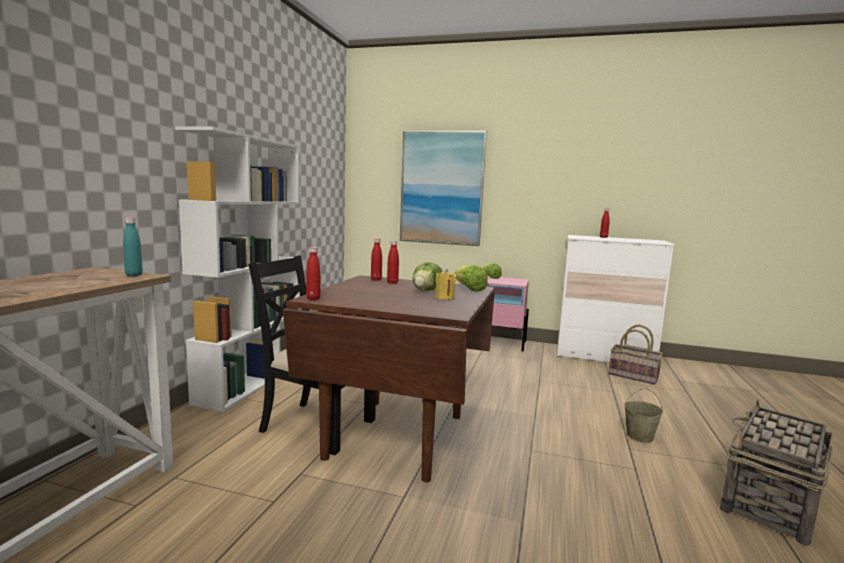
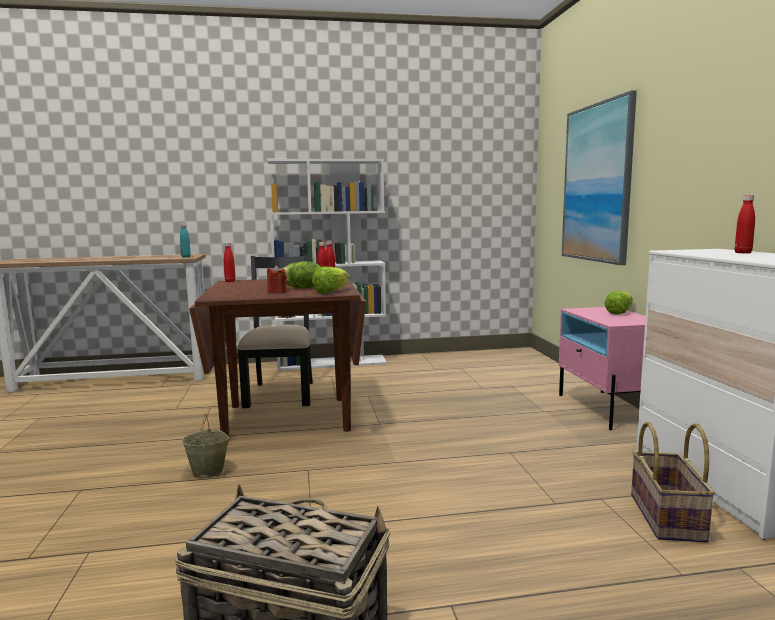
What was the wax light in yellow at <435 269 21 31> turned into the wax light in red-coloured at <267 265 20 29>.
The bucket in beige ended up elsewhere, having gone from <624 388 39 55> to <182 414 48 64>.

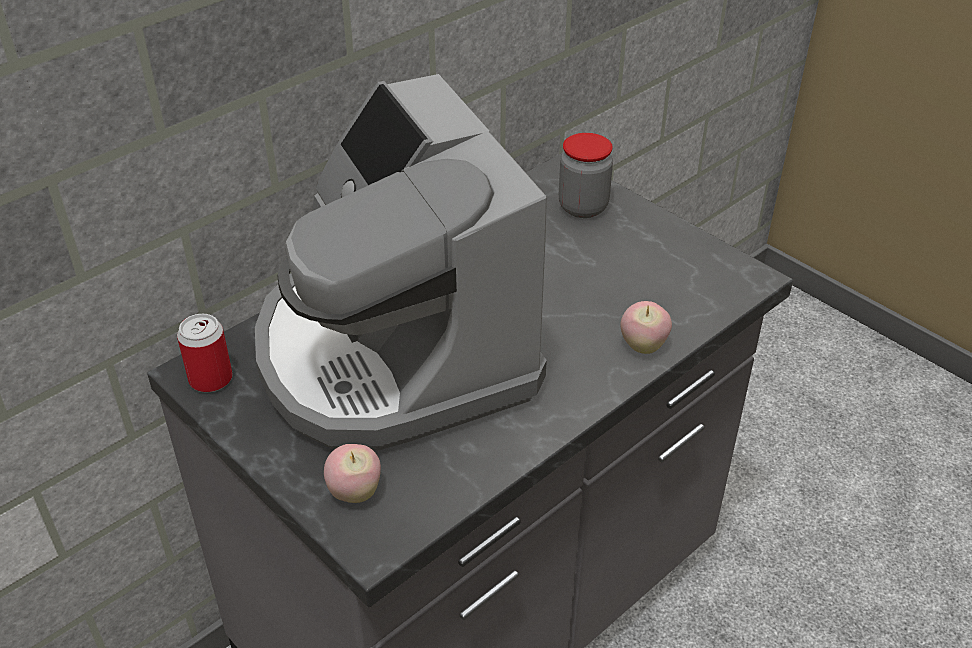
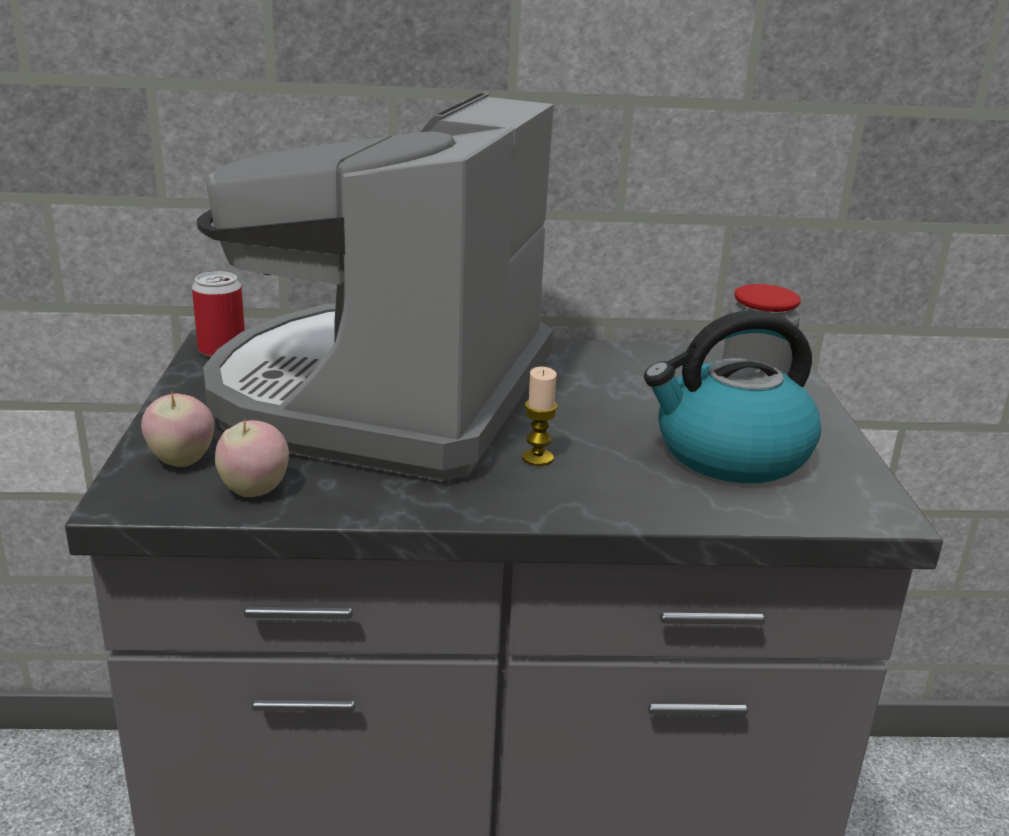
The apple ended up elsewhere, having gone from <620 301 52 53> to <215 419 74 78>.
The second view gained the wax light at <522 367 36 99>.
The second view gained the water kettle at <644 310 177 173>.

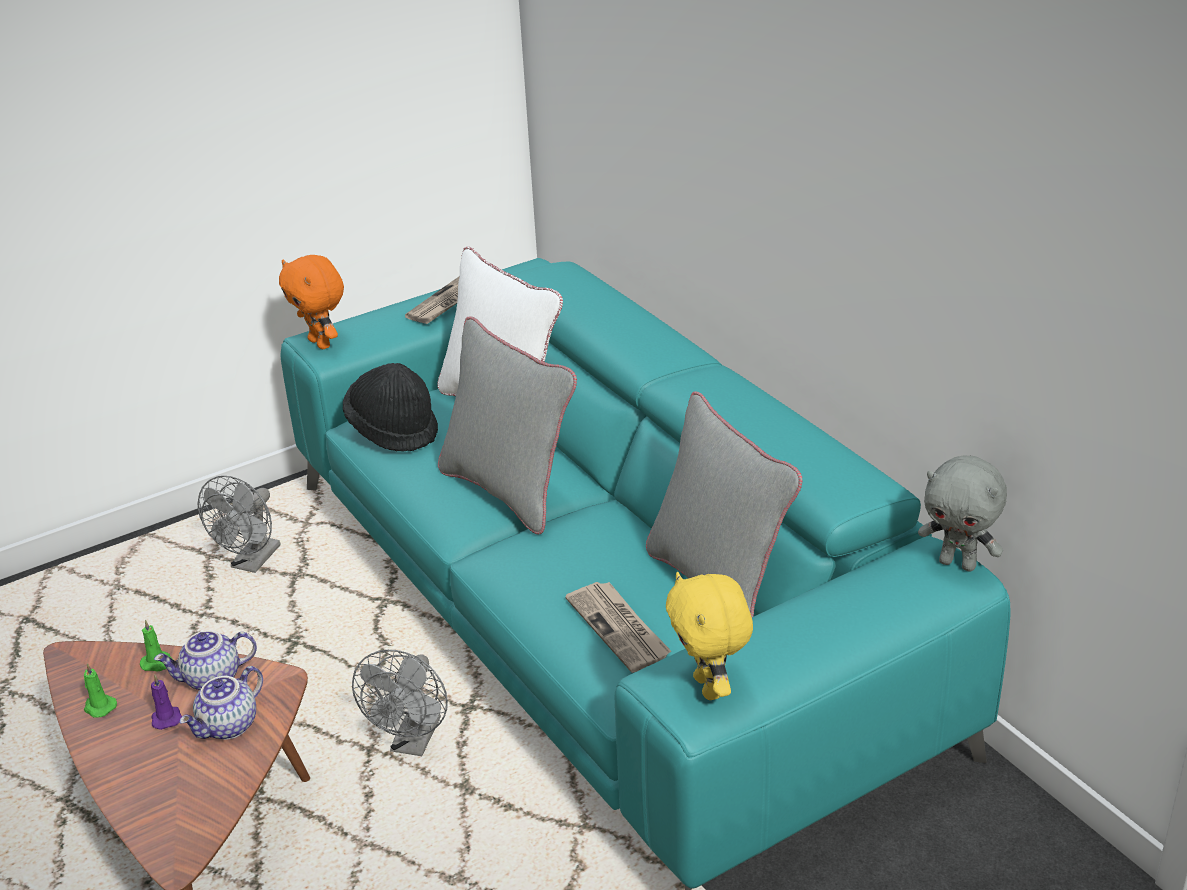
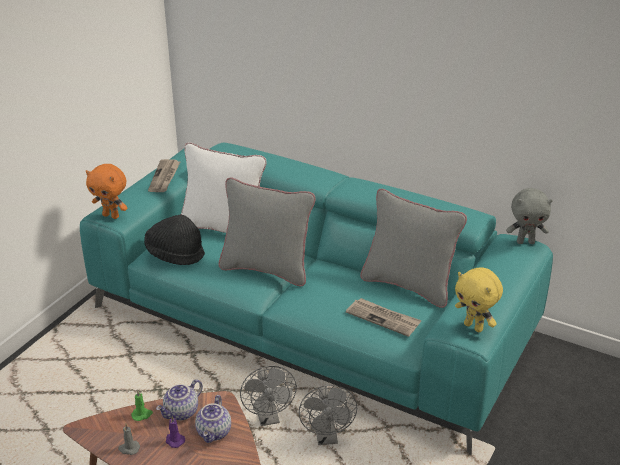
What was the wax light in green-coloured at <84 663 33 55> turned into the wax light in gray at <118 424 22 31>.
The cooling fan in gray ended up elsewhere, having gone from <198 476 83 97> to <299 385 58 60>.

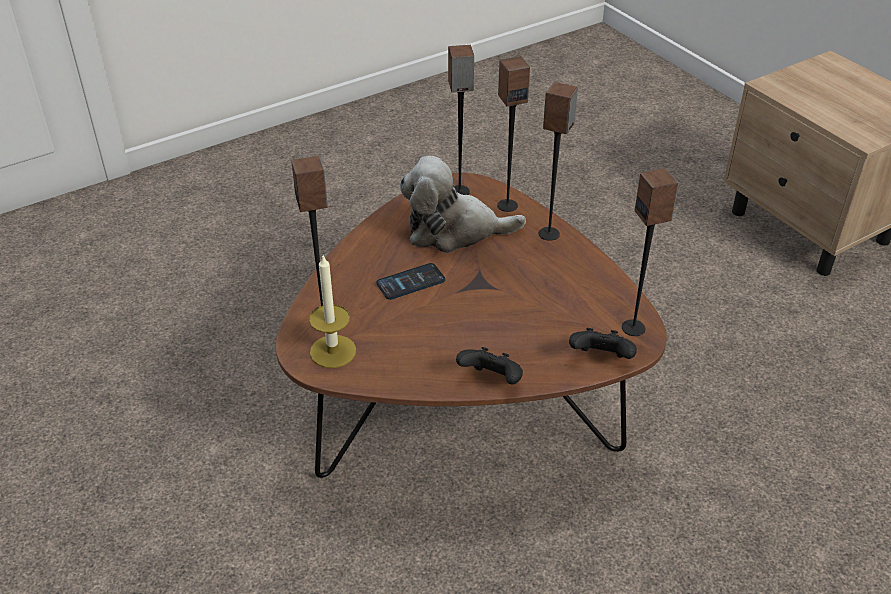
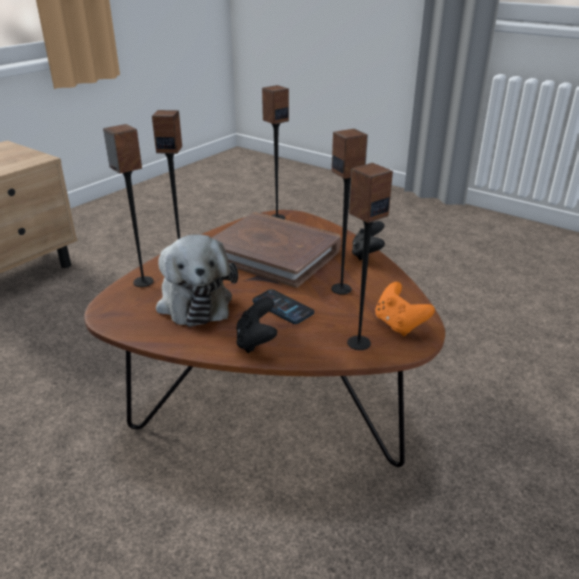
Where the wax light stood at <309 256 47 112>, the game controller in orange-coloured came to stand at <375 282 60 54>.
The audio speaker ended up elsewhere, having gone from <448 45 26 150> to <331 129 37 166>.
The game controller in black ended up elsewhere, having gone from <569 328 68 31> to <236 297 41 56>.
The second view gained the book in brown-coloured at <212 212 129 76>.

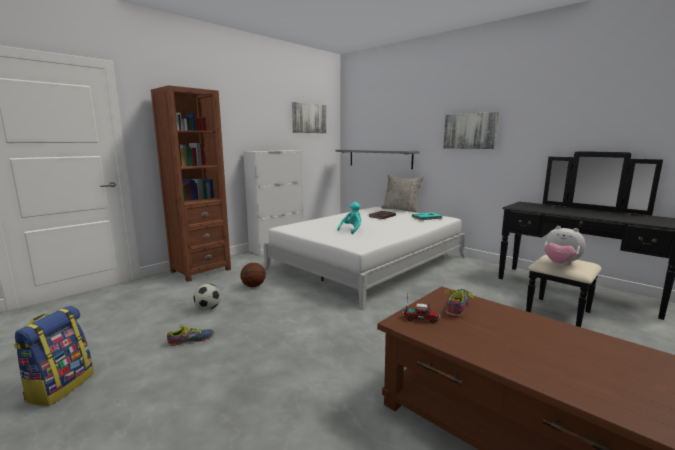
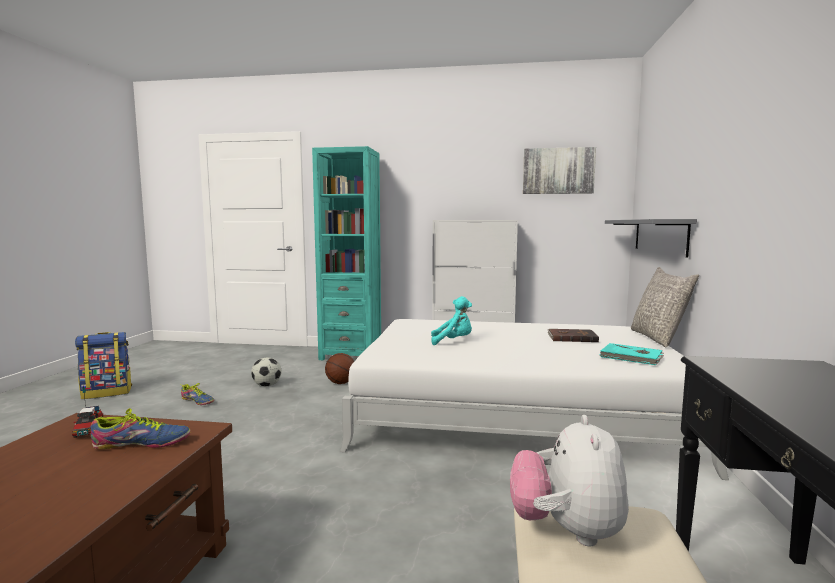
What was the shelving unit in brown-coloured at <151 85 80 197> turned into the shelving unit in blue-green at <312 146 69 214>.
The second view lost the picture at <443 112 56 37>.

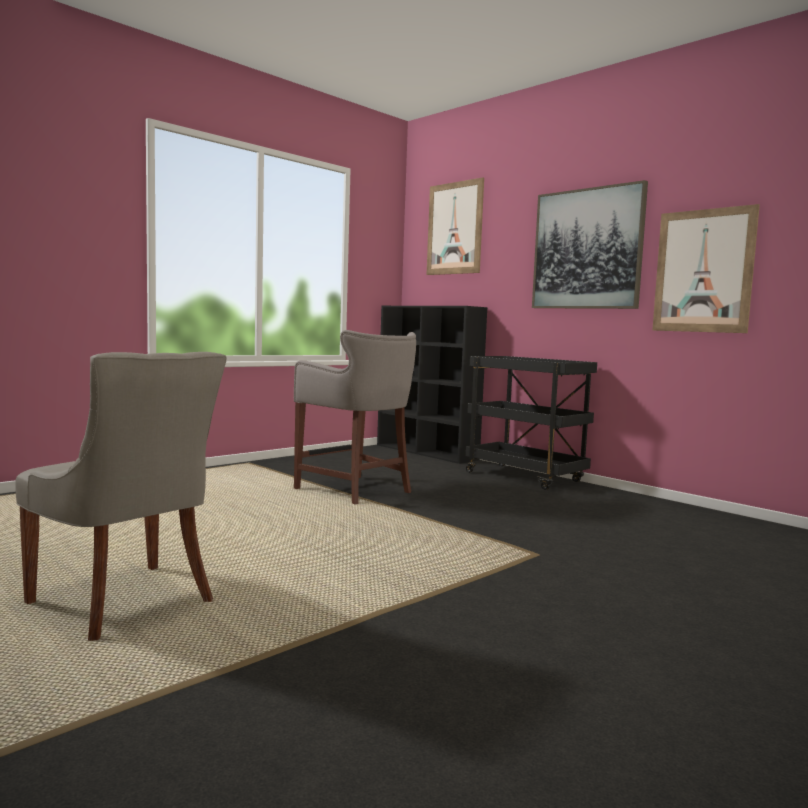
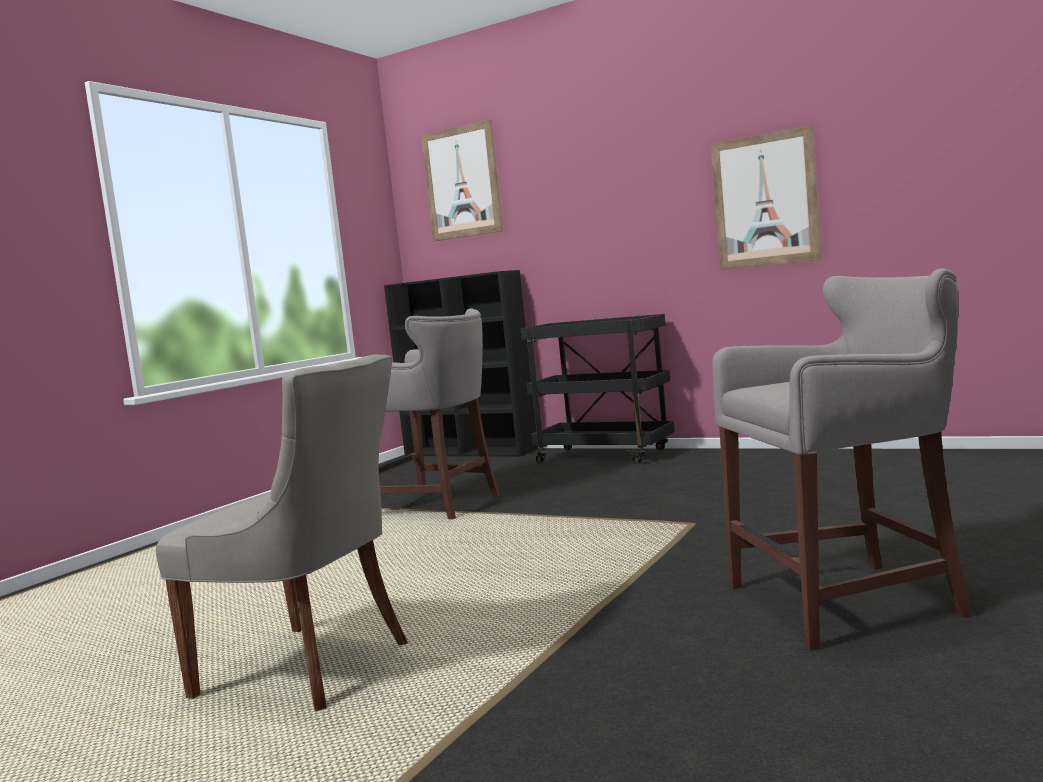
The second view lost the picture at <532 180 116 129>.
The second view gained the sitting stool in gray at <712 269 261 381>.

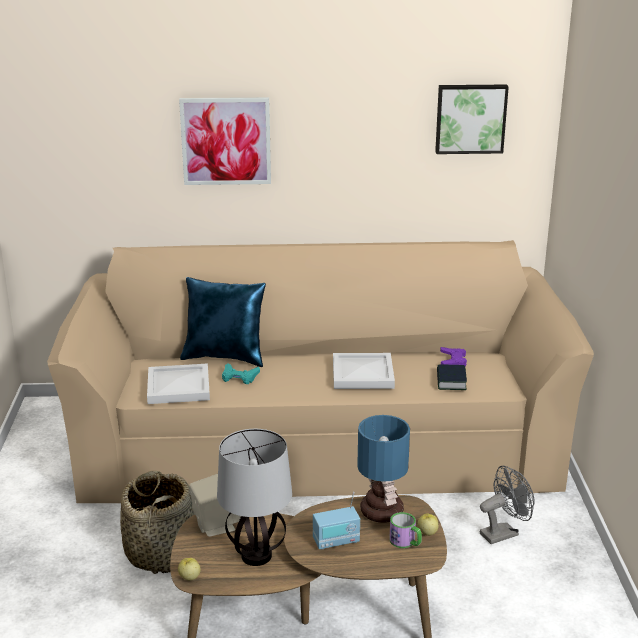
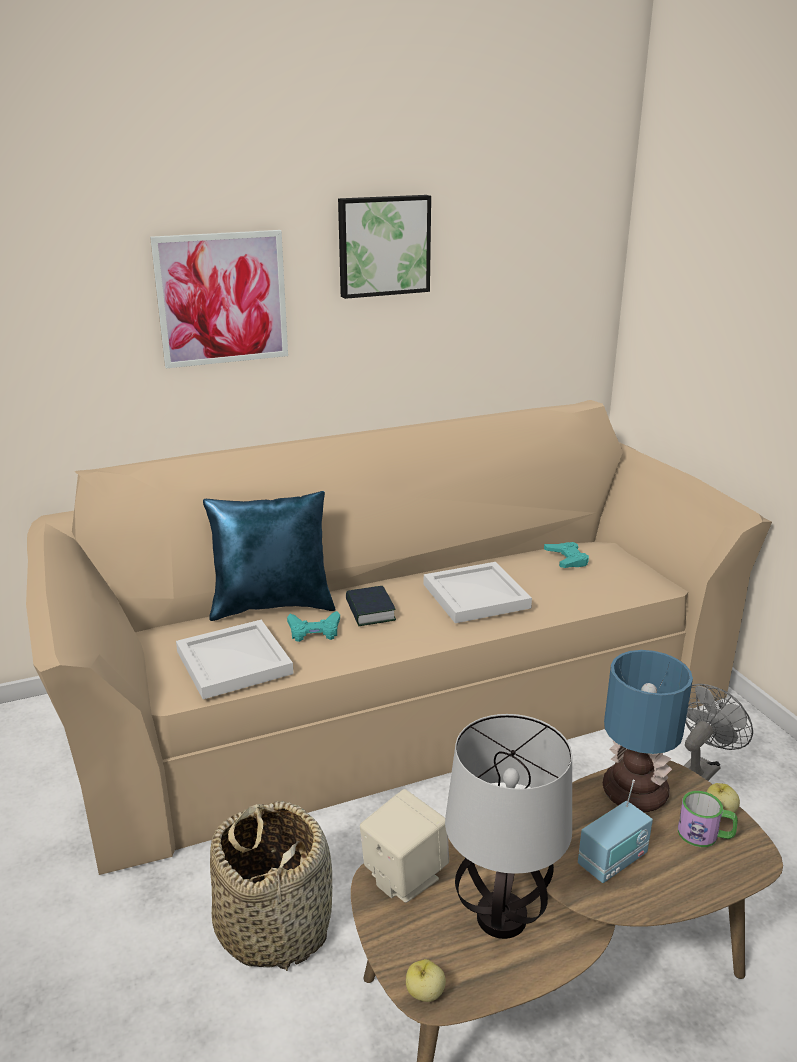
The picture ended up elsewhere, having gone from <435 85 74 69> to <338 195 93 104>.
The book ended up elsewhere, having gone from <437 364 30 26> to <346 586 50 40>.
What was the game controller in purple-coloured at <440 347 27 19> turned into the game controller in blue-green at <544 542 45 26>.

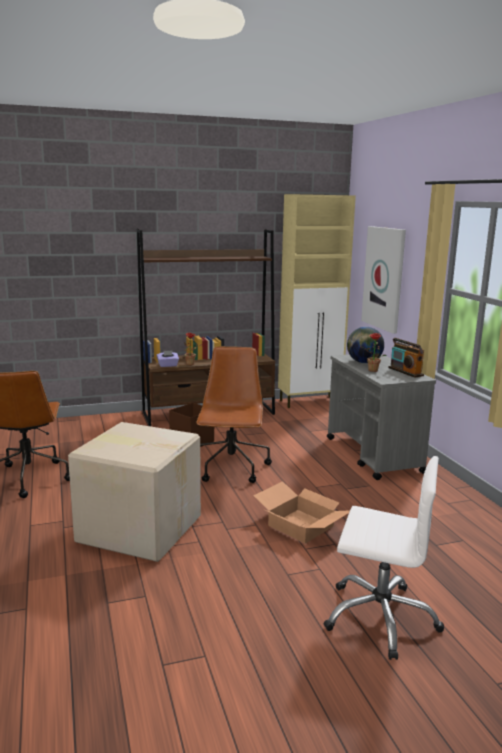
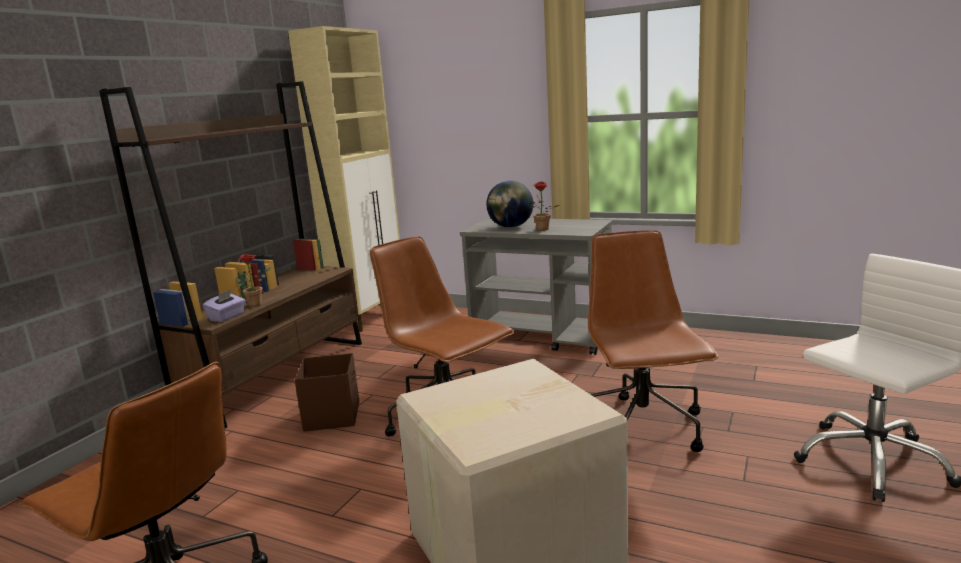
Where the cardboard box stood at <253 481 97 63>, the desk chair in brown-coloured came to stand at <588 230 130 222>.
The second view lost the picture at <361 226 45 108>.
The second view lost the radio at <388 338 36 39>.

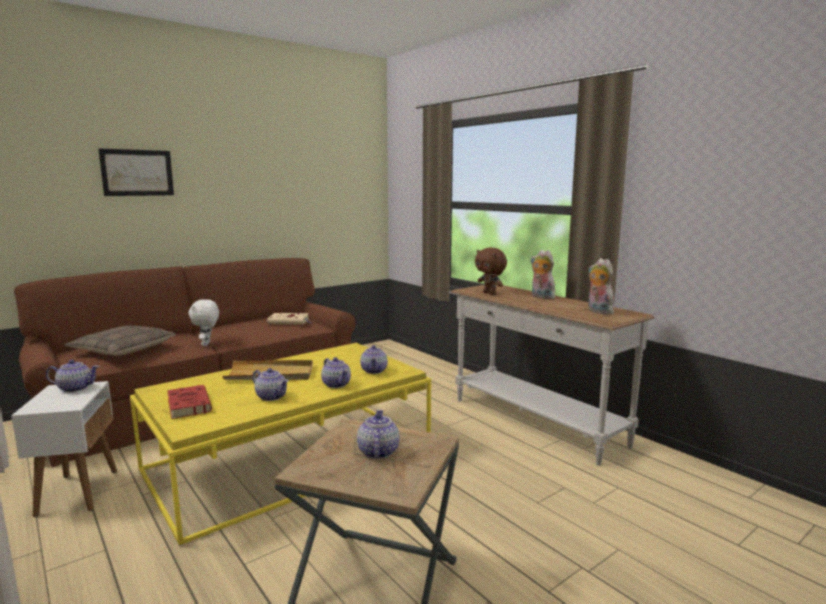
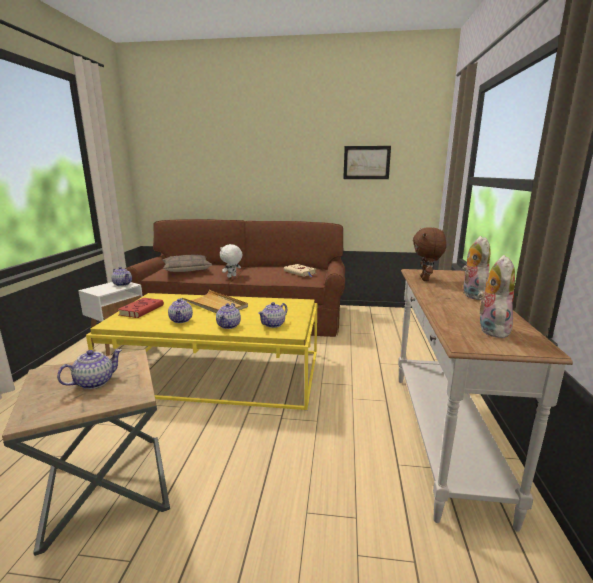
The picture ended up elsewhere, having gone from <98 149 76 47> to <343 146 48 33>.

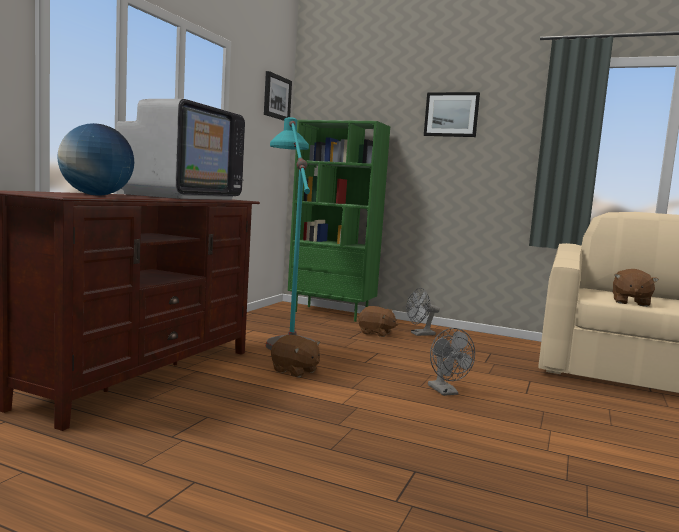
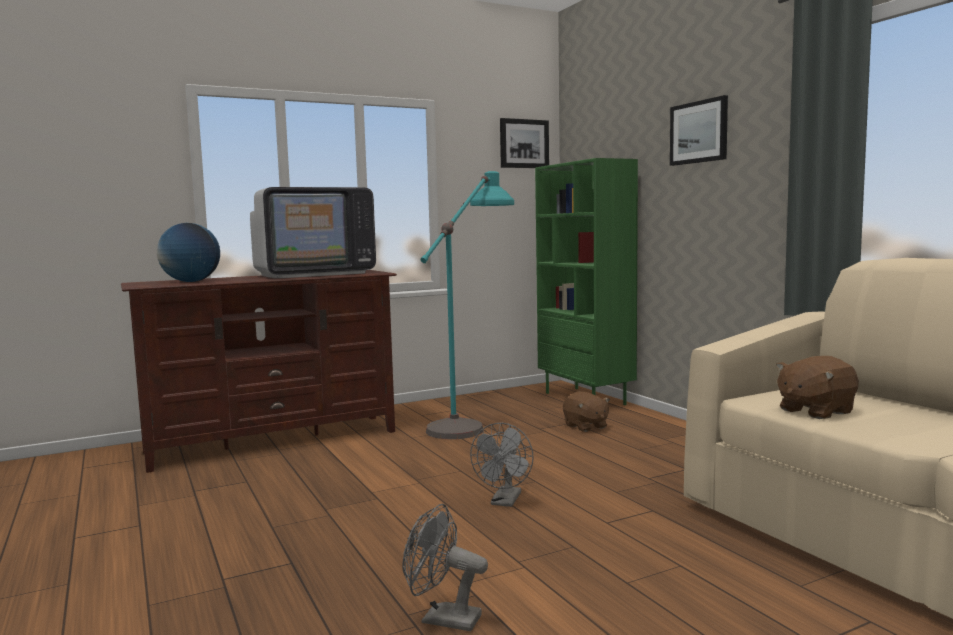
The second view lost the soft toy in brown-coloured at <271 335 49 43>.
The cooling fan in gray ended up elsewhere, having gone from <406 288 34 48> to <402 504 86 127>.

